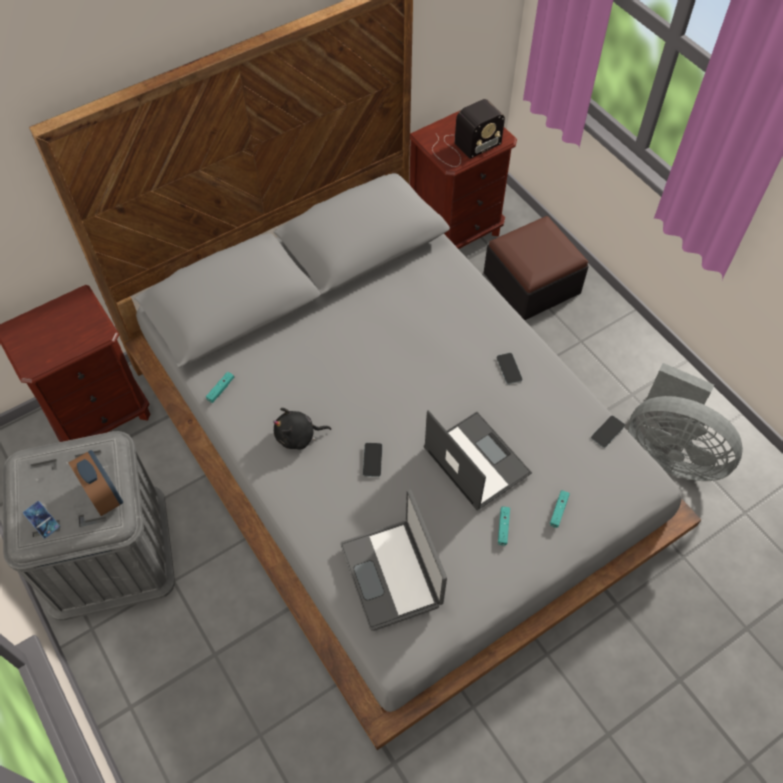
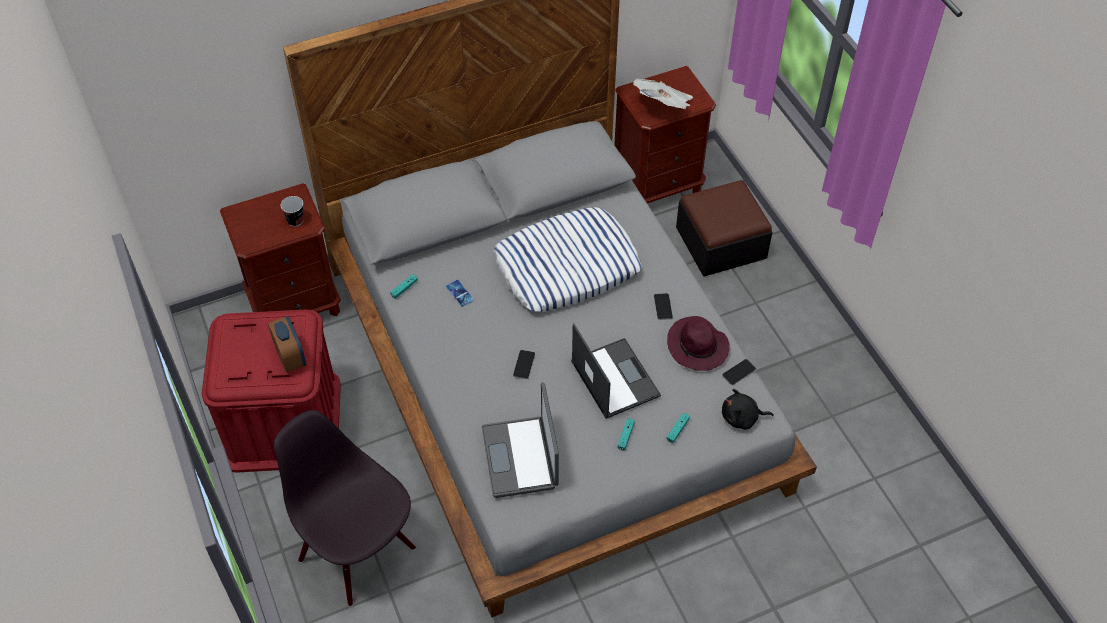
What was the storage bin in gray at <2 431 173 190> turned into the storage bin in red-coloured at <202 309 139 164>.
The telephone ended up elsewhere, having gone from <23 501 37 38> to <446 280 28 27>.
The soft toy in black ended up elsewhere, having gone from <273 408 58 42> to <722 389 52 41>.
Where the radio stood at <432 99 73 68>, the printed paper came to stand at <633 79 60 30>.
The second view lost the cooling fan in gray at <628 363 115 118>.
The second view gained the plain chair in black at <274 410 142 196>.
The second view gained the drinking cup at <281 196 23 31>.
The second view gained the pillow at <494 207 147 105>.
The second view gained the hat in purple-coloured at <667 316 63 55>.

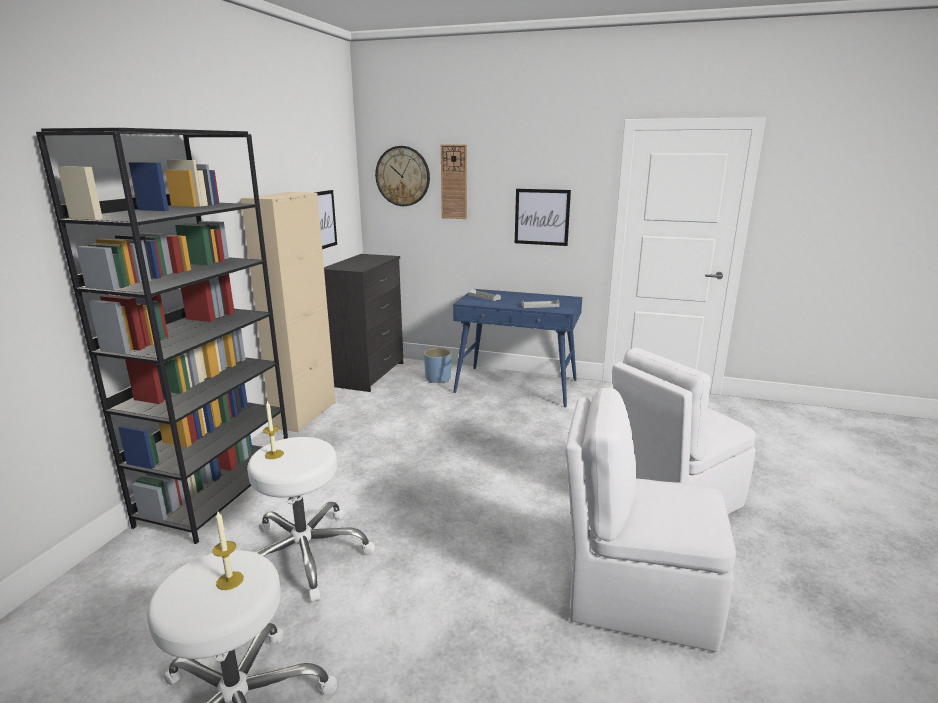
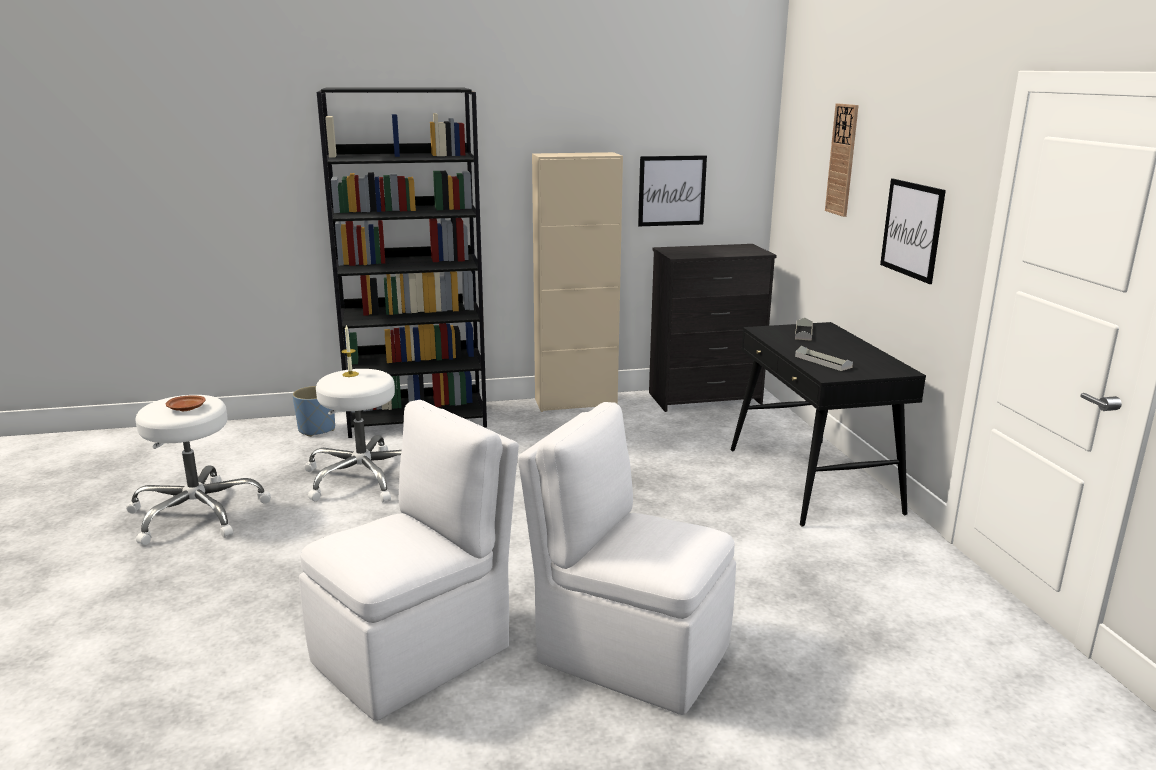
Where the wax light stood at <212 511 32 79>, the plate in brown-coloured came to stand at <166 395 39 16>.
The second view lost the wall clock at <375 146 55 60>.
The plant pot in bluish ended up elsewhere, having gone from <424 348 28 35> to <292 386 43 51>.
What was the desk table in bluish at <453 289 129 118> turned into the desk table in black at <731 322 195 205>.
The plain chair in white at <565 388 171 264> ended up facing another way, 60 degrees clockwise from before.

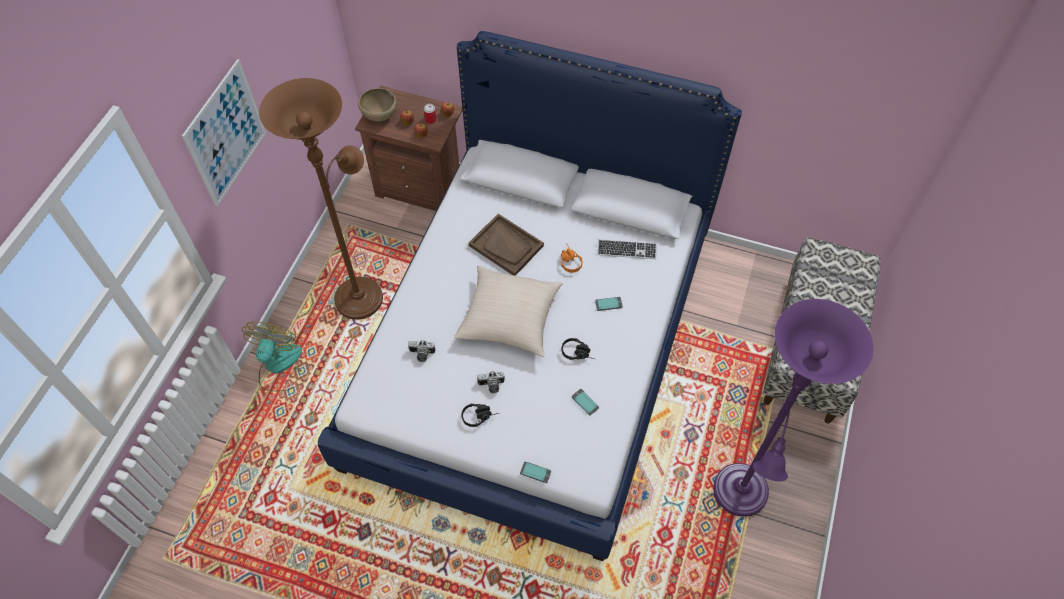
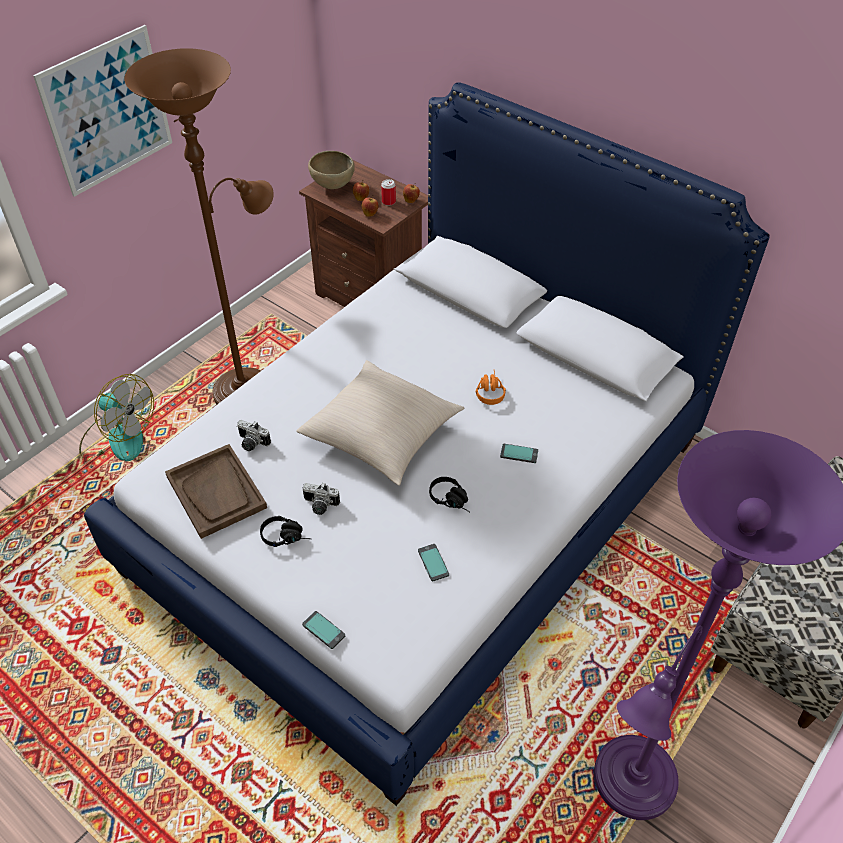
The cooling fan at <242 322 60 69> ended up facing another way, 90 degrees clockwise from before.
The carrying tray in brown-coloured ended up elsewhere, having gone from <469 214 75 62> to <165 444 102 95>.
The second view lost the computer keyboard at <597 239 60 20>.

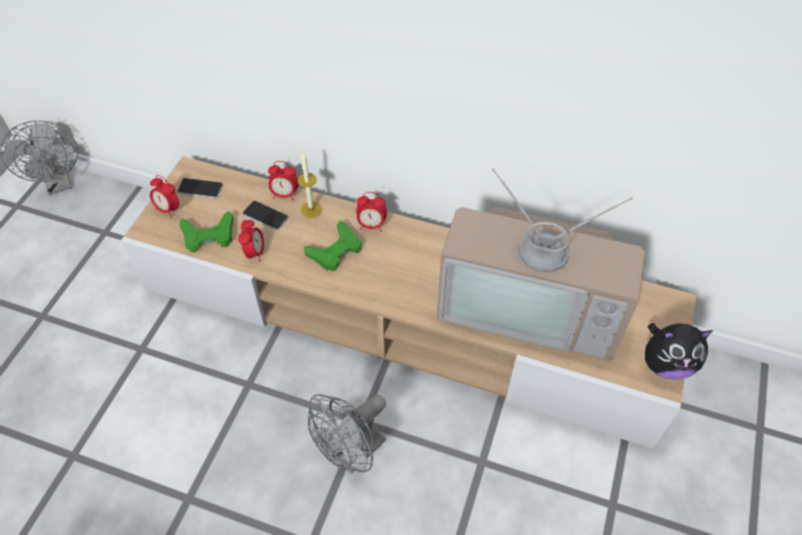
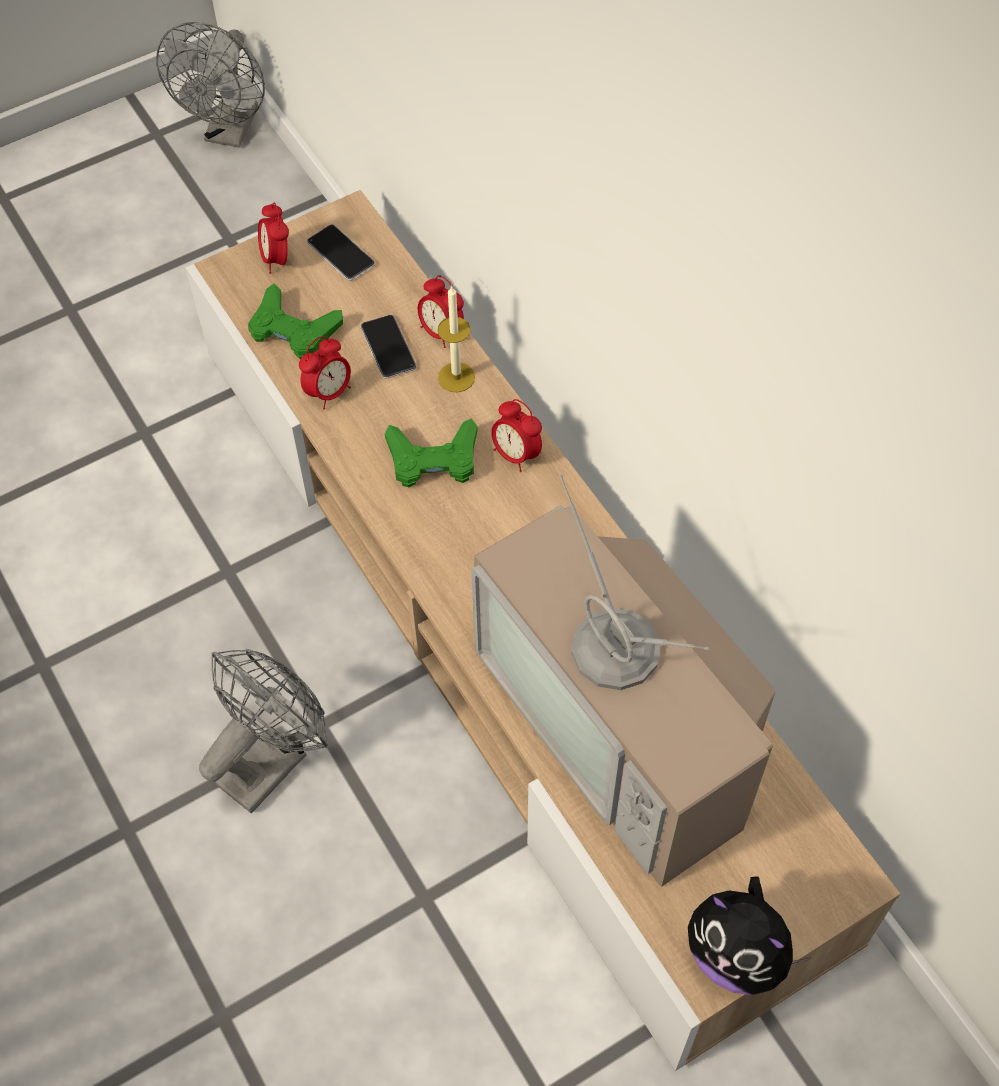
The cooling fan in gray at <308 394 78 80> ended up facing another way, 135 degrees clockwise from before.

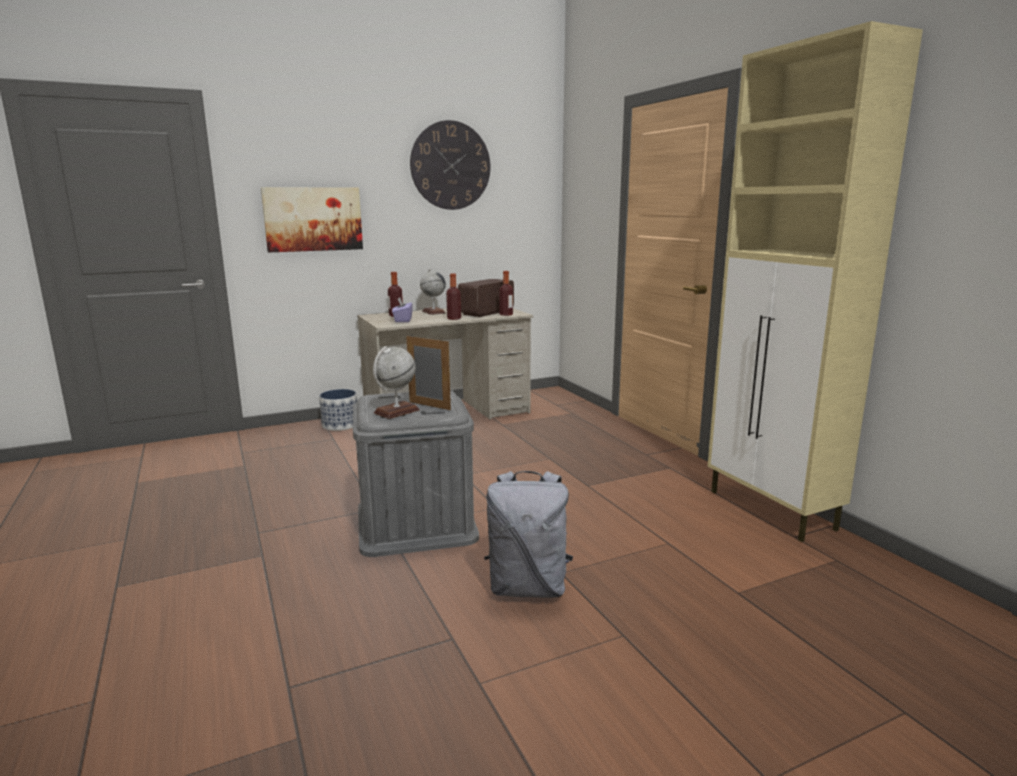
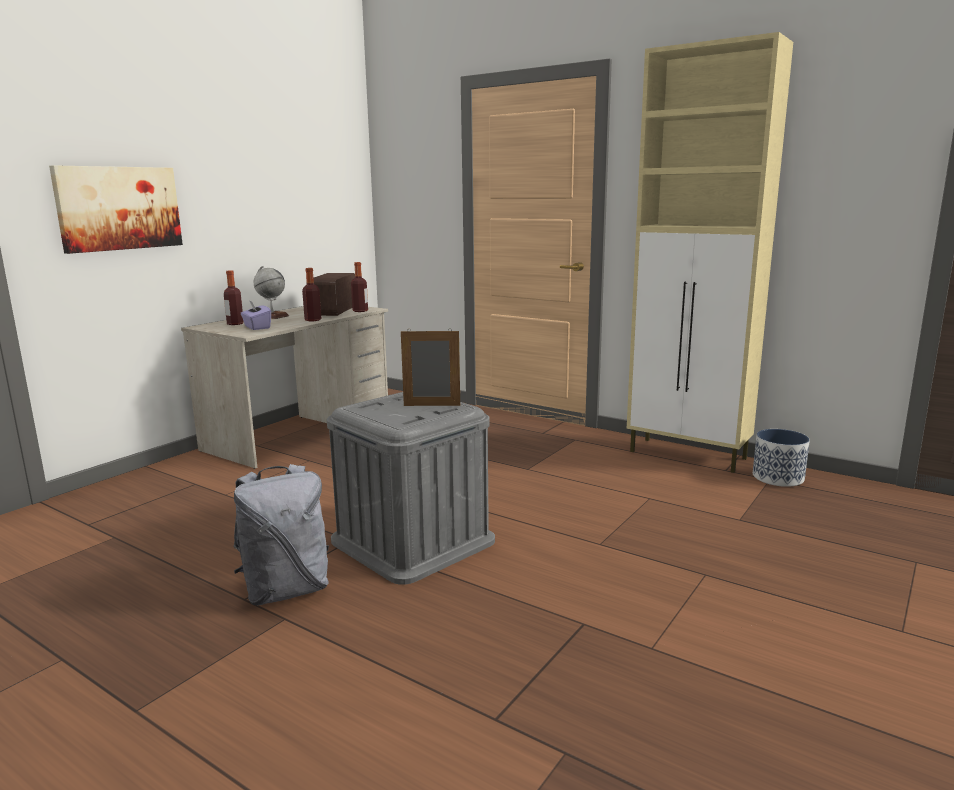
The plant pot ended up elsewhere, having gone from <319 389 38 42> to <753 429 57 58>.
The second view lost the world globe at <373 346 47 73>.
The second view lost the wall clock at <410 120 80 90>.
The knapsack in gray ended up elsewhere, having gone from <484 471 89 127> to <233 464 96 141>.

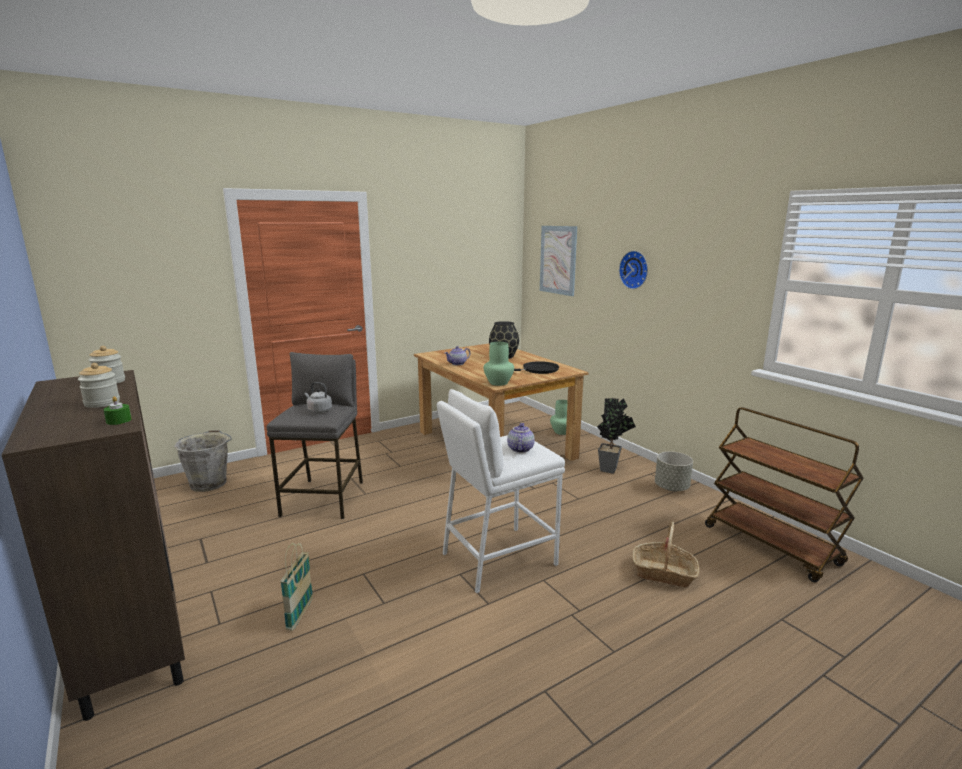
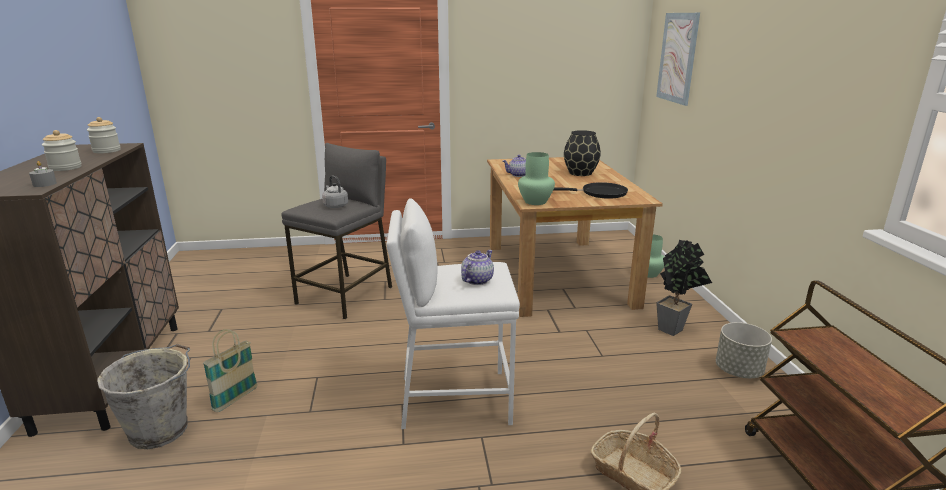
What was the wax light in green-coloured at <103 396 29 29> turned into the wax light in gray at <29 161 28 26>.
The bucket in gray ended up elsewhere, having gone from <174 430 58 62> to <97 344 93 105>.
The second view lost the wall clock at <619 251 29 38>.

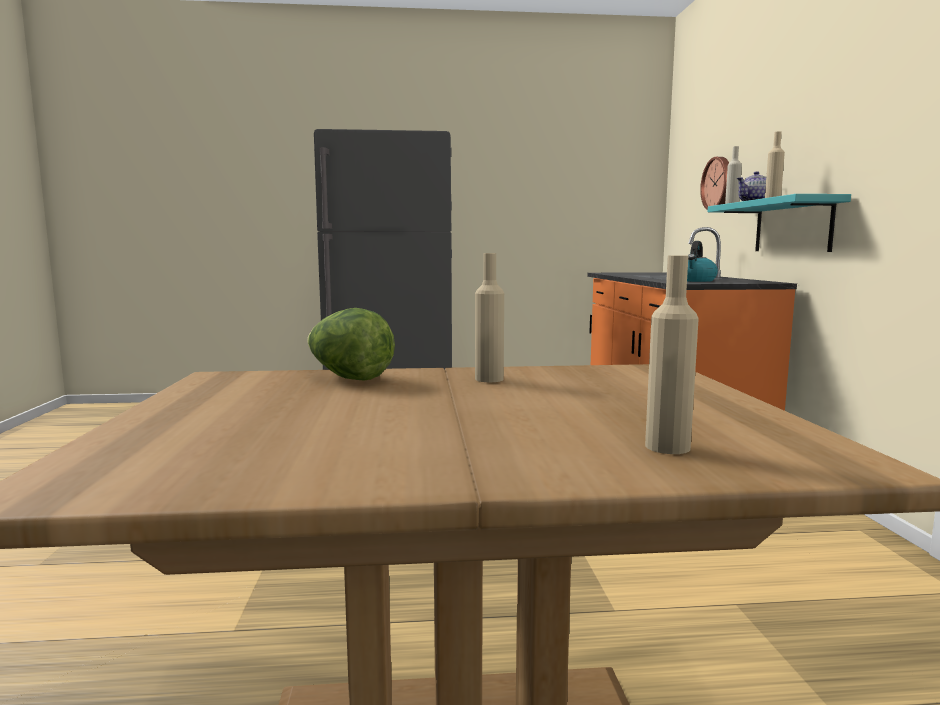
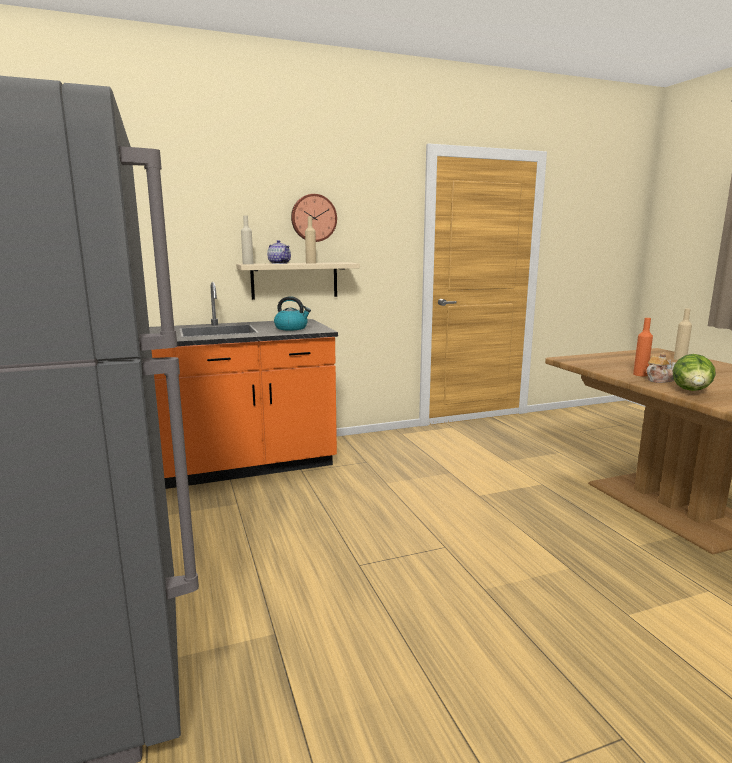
What was the bottle in beige at <475 253 29 129> turned into the bottle in orange-coloured at <633 318 20 58>.
The wall clock ended up elsewhere, having gone from <700 157 29 53> to <291 194 46 48>.
What was the bracket shelf in blue-green at <708 194 143 58> turned into the bracket shelf in beige at <236 262 124 38>.
The second view gained the teapot at <646 352 30 31>.

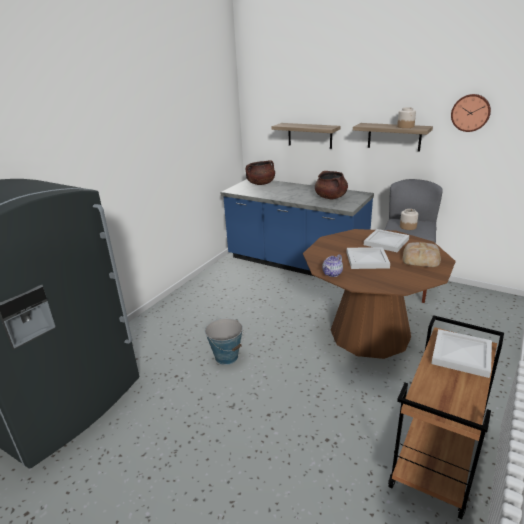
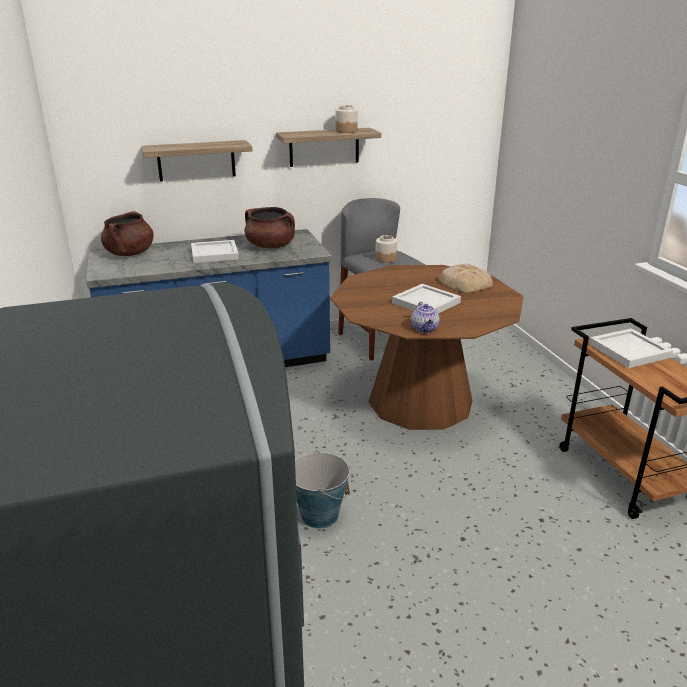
The carrying tray in white ended up elsewhere, having gone from <364 229 45 23> to <191 240 48 23>.
The second view lost the wall clock at <451 94 40 38>.

